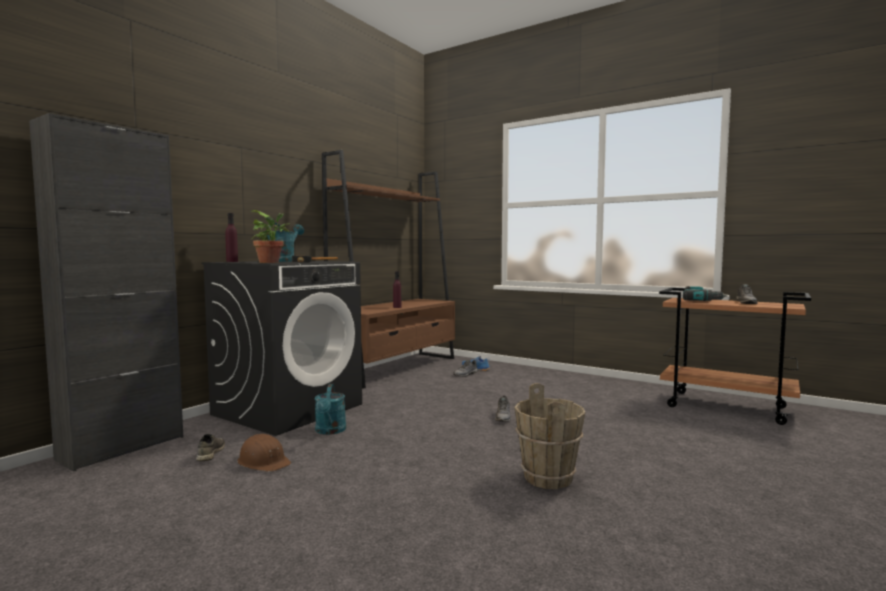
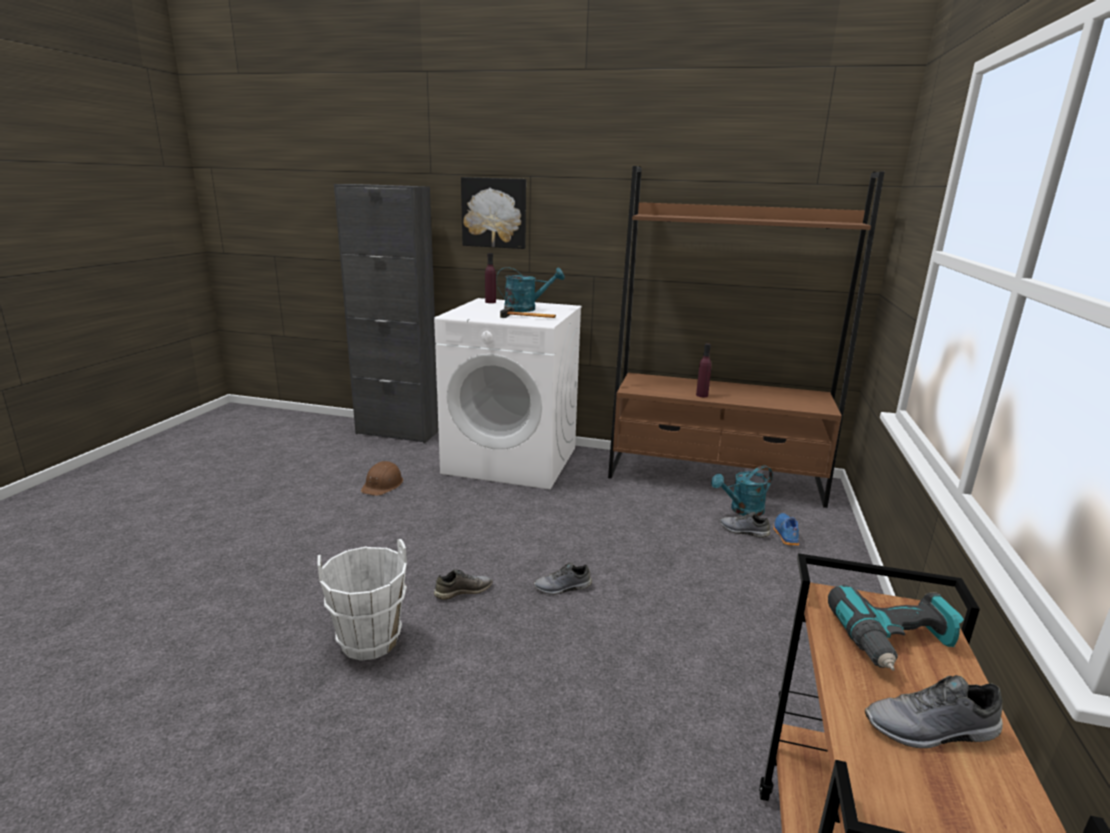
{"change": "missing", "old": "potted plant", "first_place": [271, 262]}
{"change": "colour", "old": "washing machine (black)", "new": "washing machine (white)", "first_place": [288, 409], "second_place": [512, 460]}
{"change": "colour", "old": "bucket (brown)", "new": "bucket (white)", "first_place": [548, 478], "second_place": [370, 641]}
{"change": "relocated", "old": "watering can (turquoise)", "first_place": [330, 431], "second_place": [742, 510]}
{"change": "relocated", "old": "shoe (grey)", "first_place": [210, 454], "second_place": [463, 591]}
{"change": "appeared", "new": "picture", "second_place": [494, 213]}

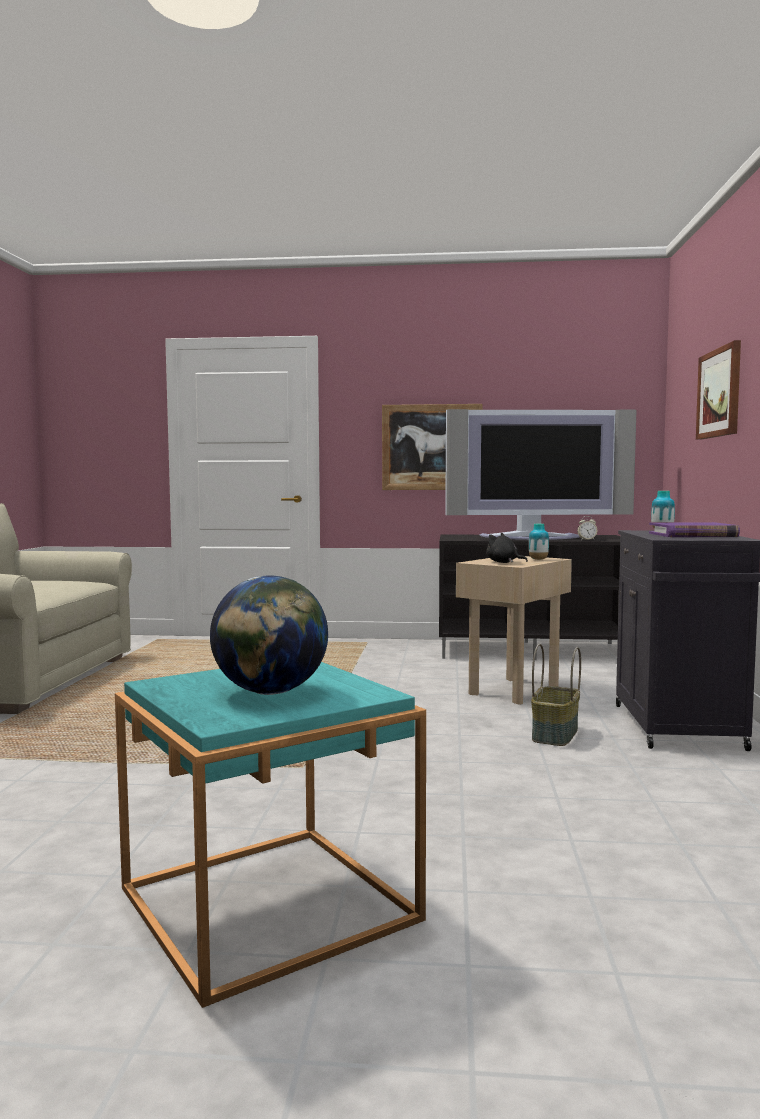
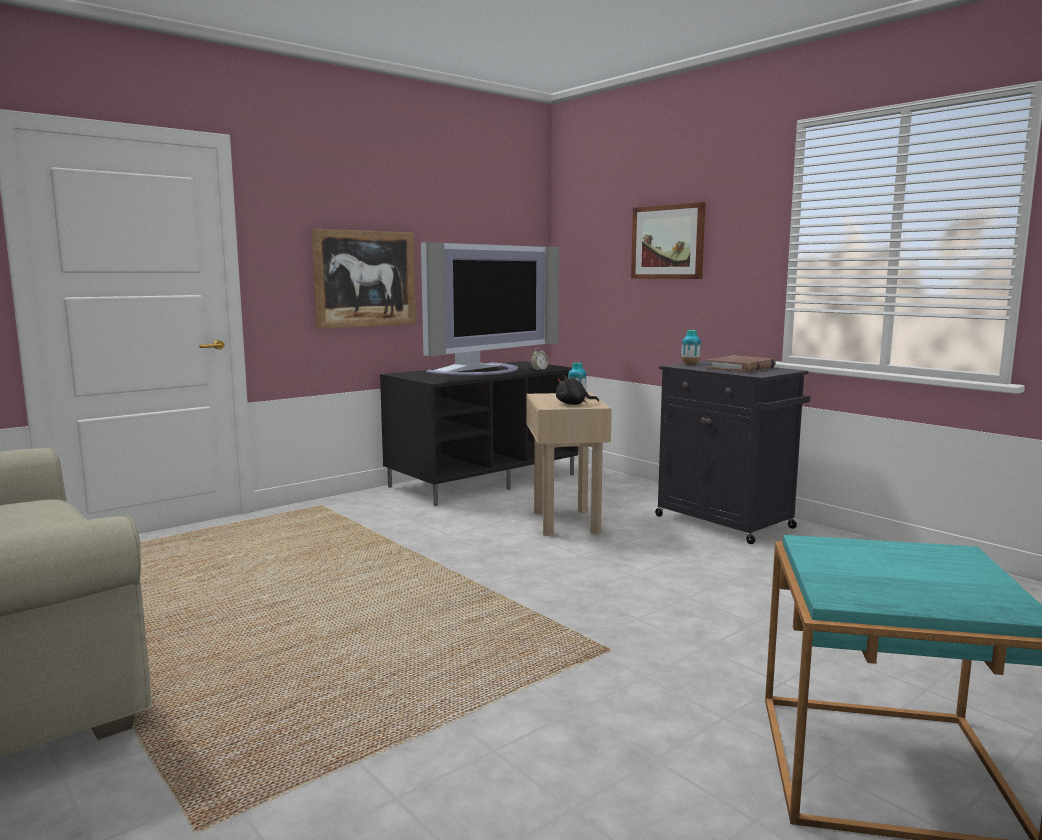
{"change": "colour", "old": "book (purple)", "new": "book (brown)", "first_place": [692, 535], "second_place": [741, 368]}
{"change": "missing", "old": "globe", "first_place": [270, 692]}
{"change": "missing", "old": "basket", "first_place": [556, 735]}

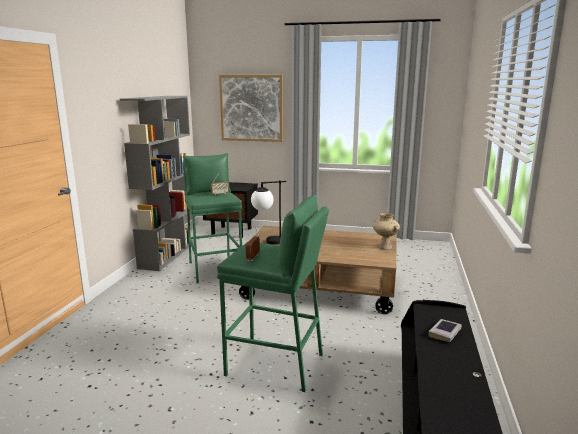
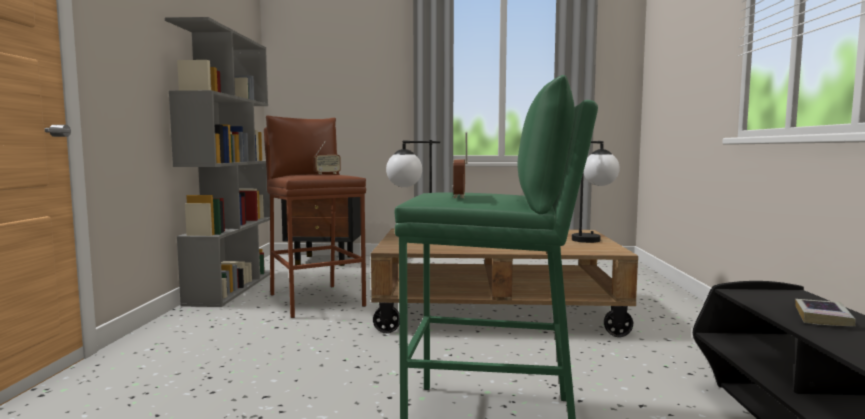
{"change": "missing", "old": "picture", "first_place": [251, 108]}
{"change": "colour", "old": "stool (green)", "new": "stool (brown)", "first_place": [215, 269], "second_place": [315, 300]}
{"change": "exchanged", "old": "vase (beige)", "new": "table lamp", "first_place": [384, 246], "second_place": [593, 239]}

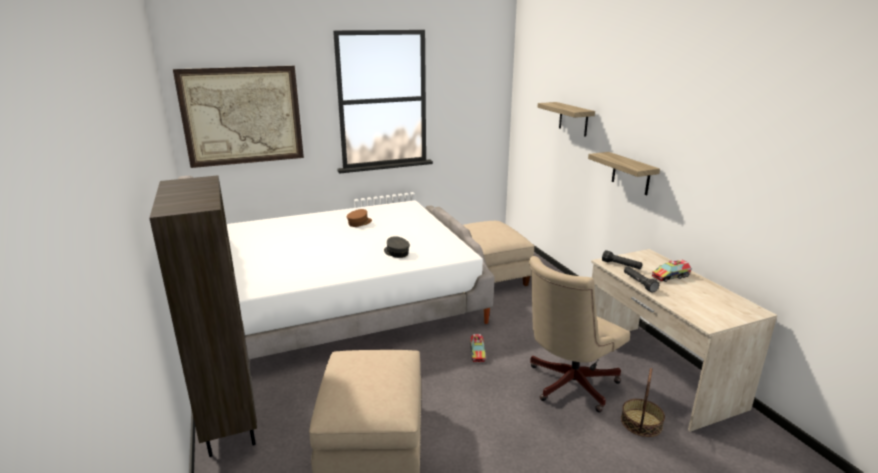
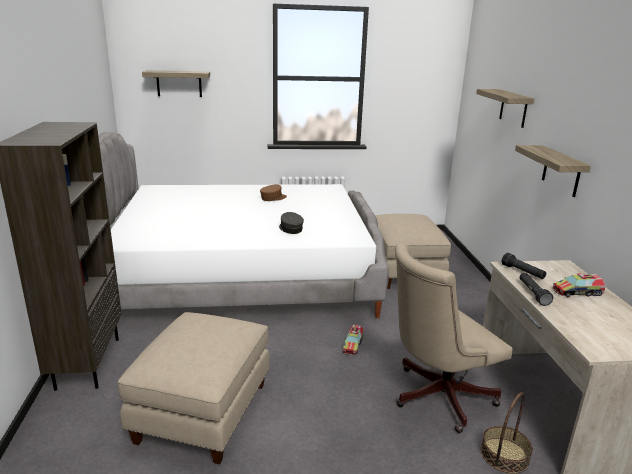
{"change": "exchanged", "old": "picture", "new": "shelf", "first_place": [242, 116], "second_place": [179, 83]}

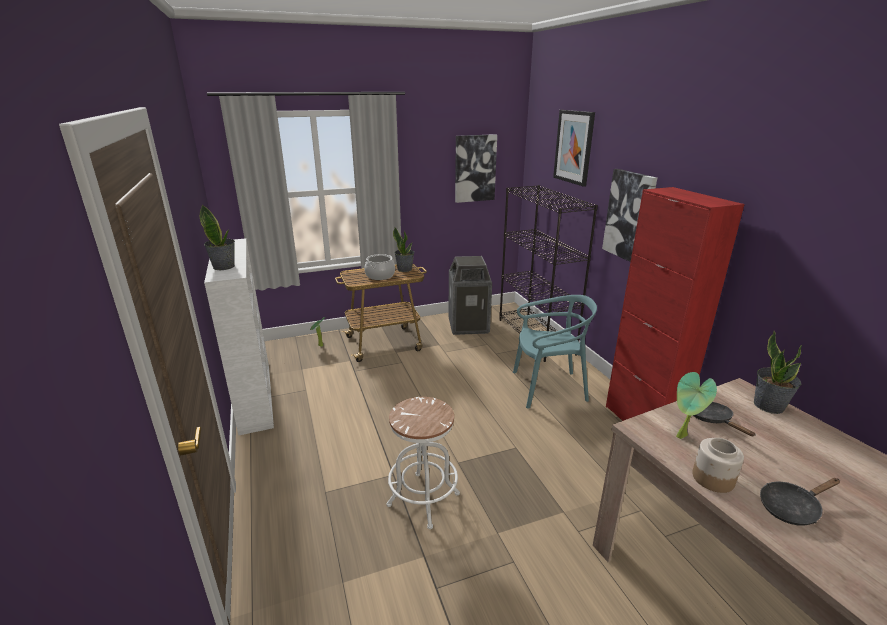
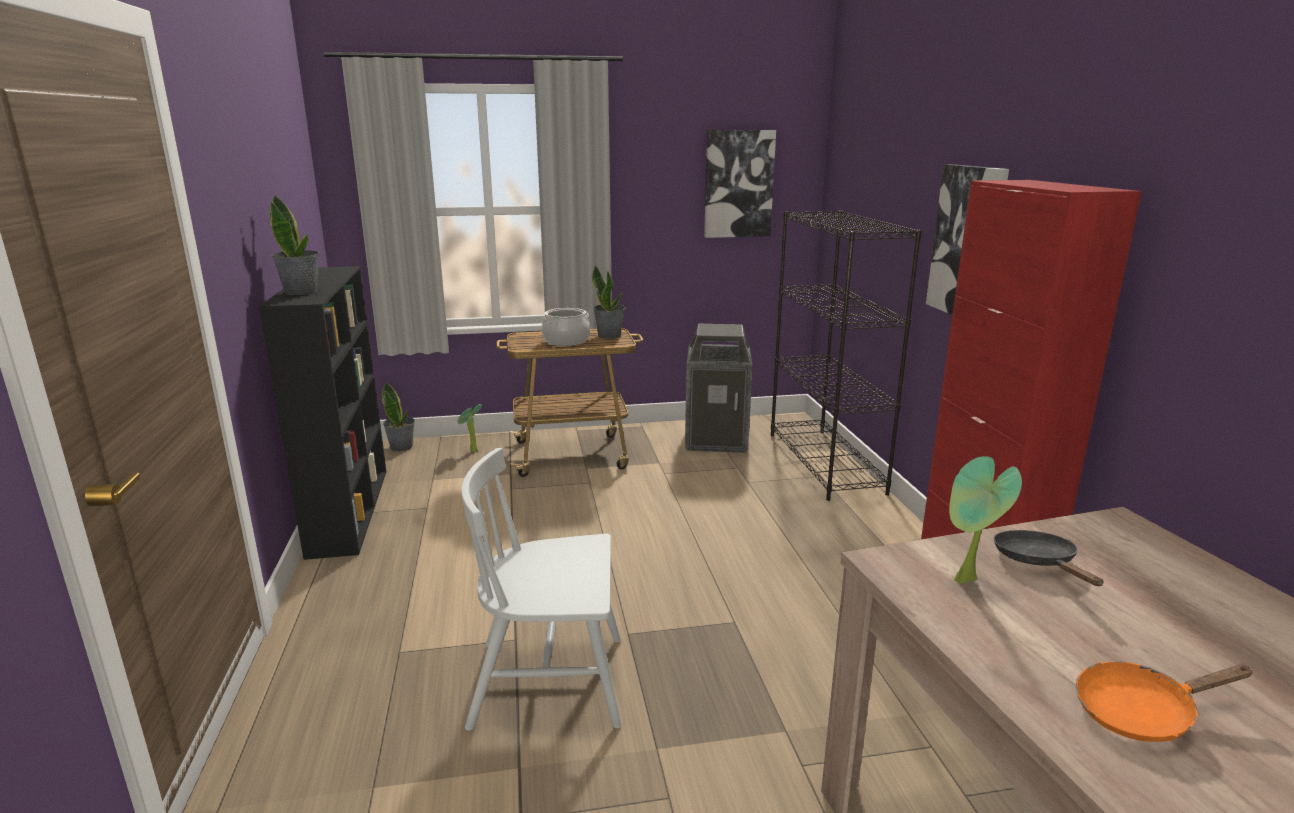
{"change": "missing", "old": "picture", "first_place": [574, 147]}
{"change": "colour", "old": "bookcase (white)", "new": "bookcase (black)", "first_place": [255, 396], "second_place": [349, 509]}
{"change": "missing", "old": "chair (turquoise)", "first_place": [548, 388]}
{"change": "relocated", "old": "potted plant", "first_place": [768, 405], "second_place": [402, 447]}
{"change": "exchanged", "old": "stool (white)", "new": "chair (white)", "first_place": [423, 499], "second_place": [550, 681]}
{"change": "missing", "old": "jar", "first_place": [712, 478]}
{"change": "colour", "old": "frying pan (black)", "new": "frying pan (orange)", "first_place": [792, 507], "second_place": [1141, 712]}

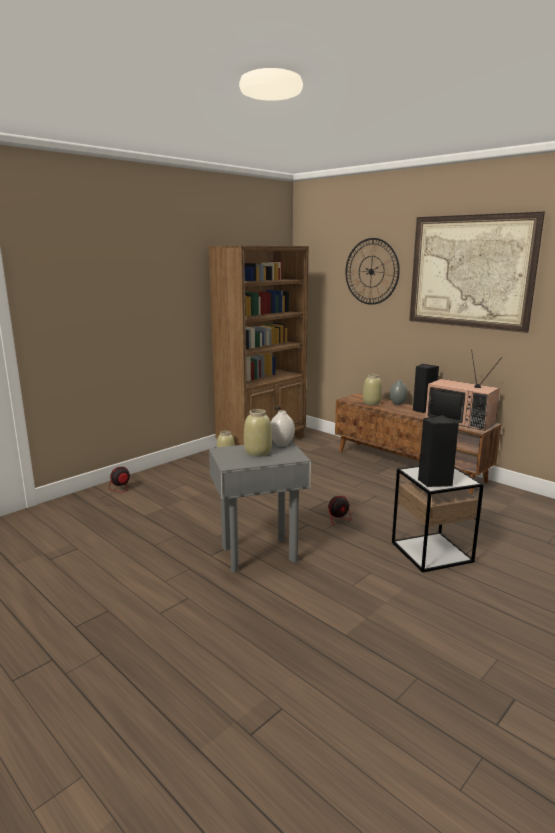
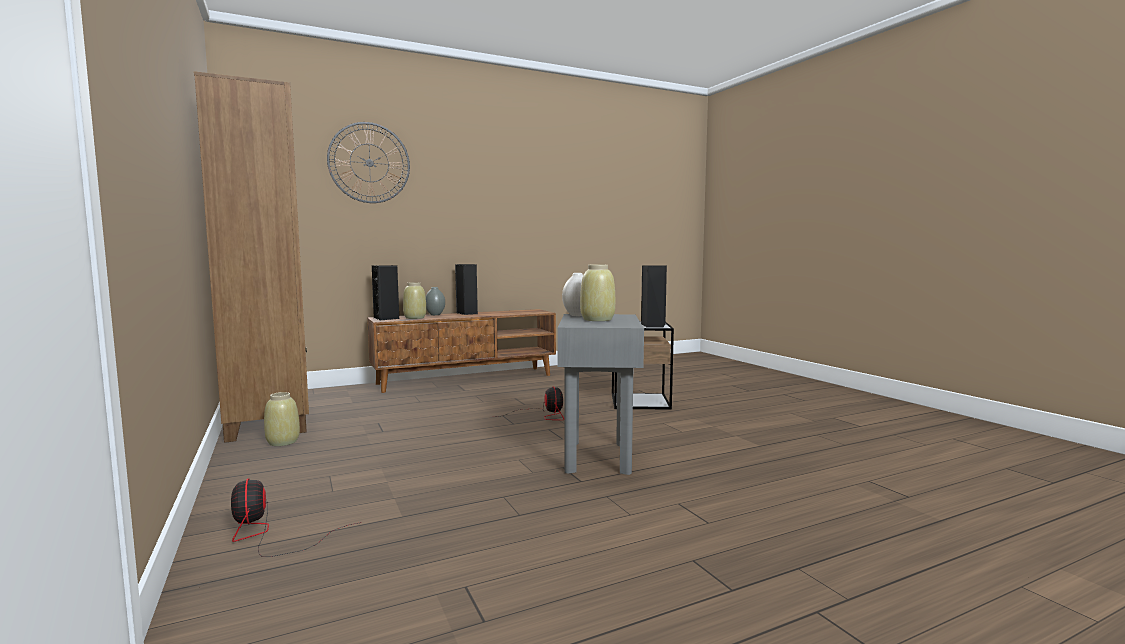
{"change": "missing", "old": "picture", "first_place": [470, 272]}
{"change": "missing", "old": "television", "first_place": [461, 420]}
{"change": "appeared", "new": "speaker (black)", "second_place": [386, 318]}

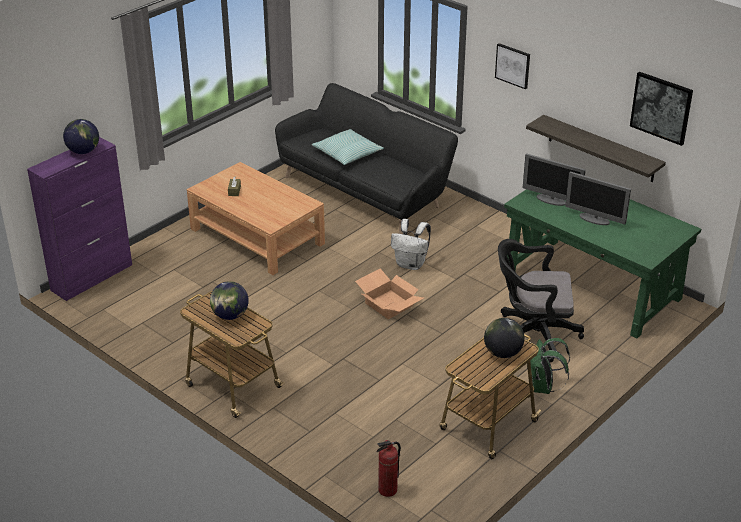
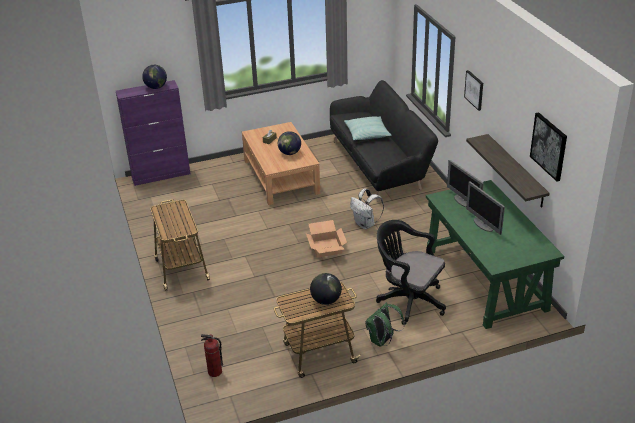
{"change": "relocated", "old": "globe", "first_place": [230, 315], "second_place": [290, 153]}

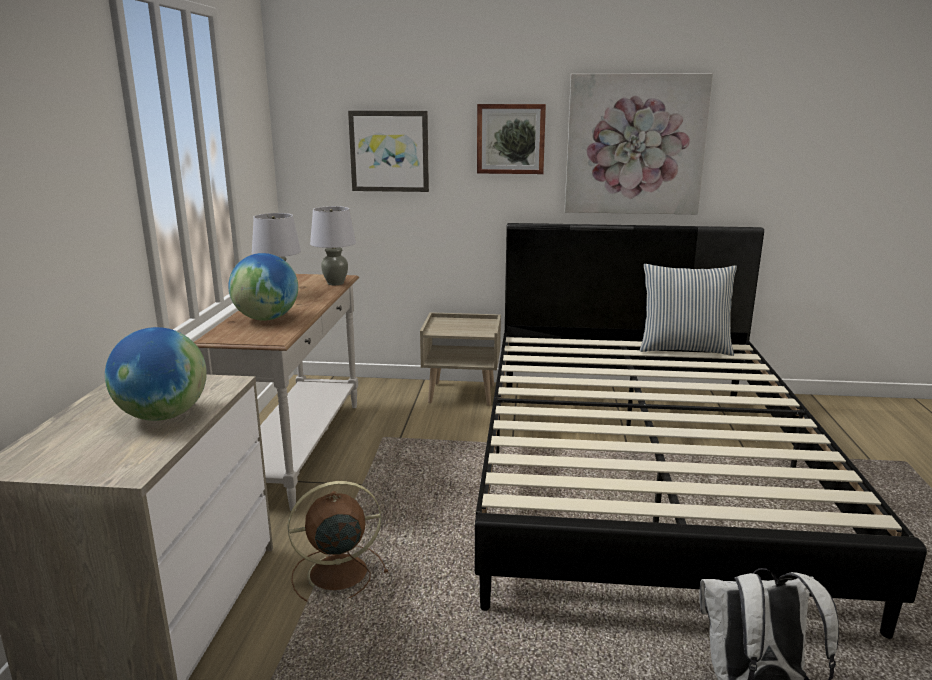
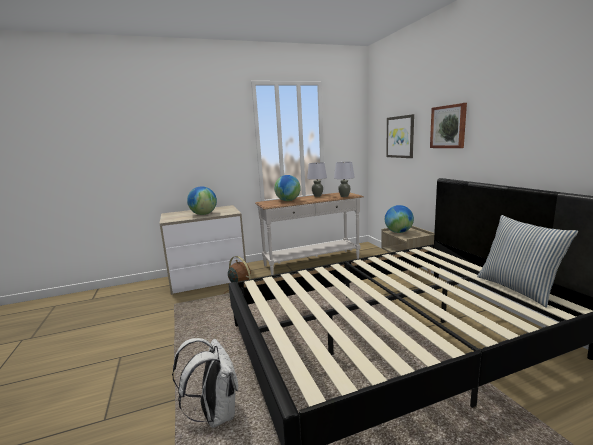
{"change": "missing", "old": "picture", "first_place": [635, 145]}
{"change": "appeared", "new": "globe", "second_place": [398, 232]}

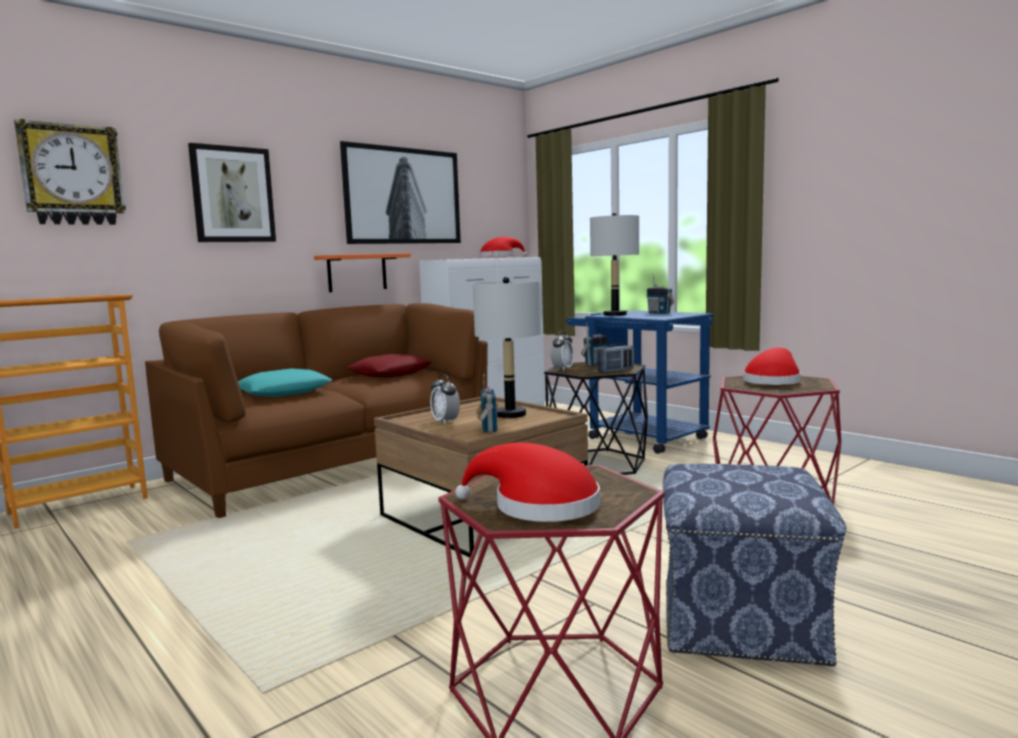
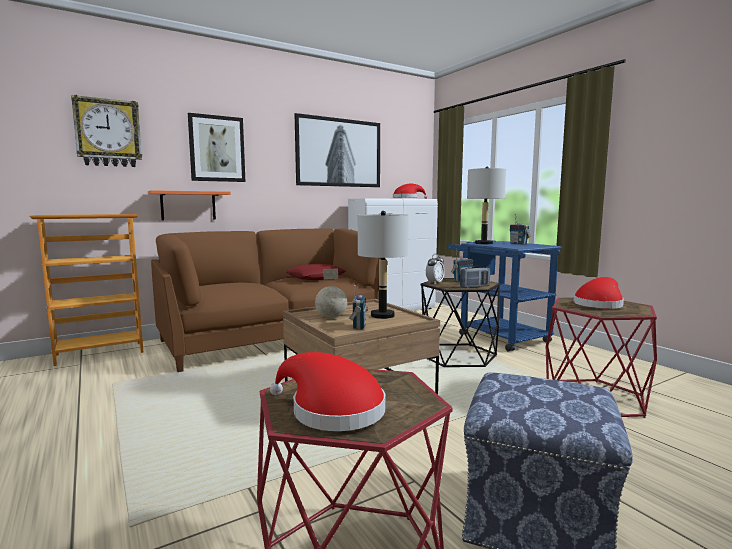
{"change": "relocated", "old": "shelf (orange)", "first_place": [357, 272], "second_place": [188, 205]}
{"change": "missing", "old": "pillow (turquoise)", "first_place": [284, 391]}
{"change": "exchanged", "old": "alarm clock", "new": "globe", "first_place": [445, 422], "second_place": [331, 318]}

